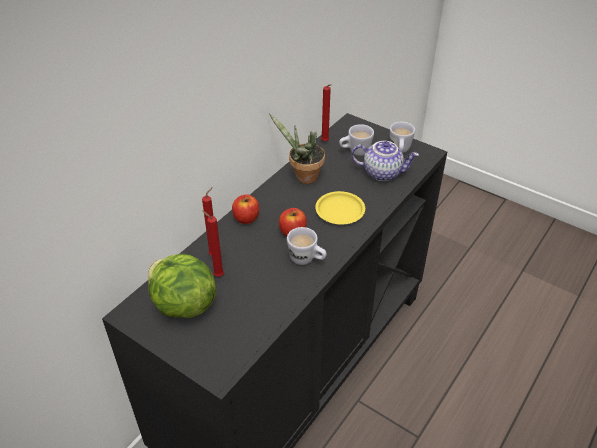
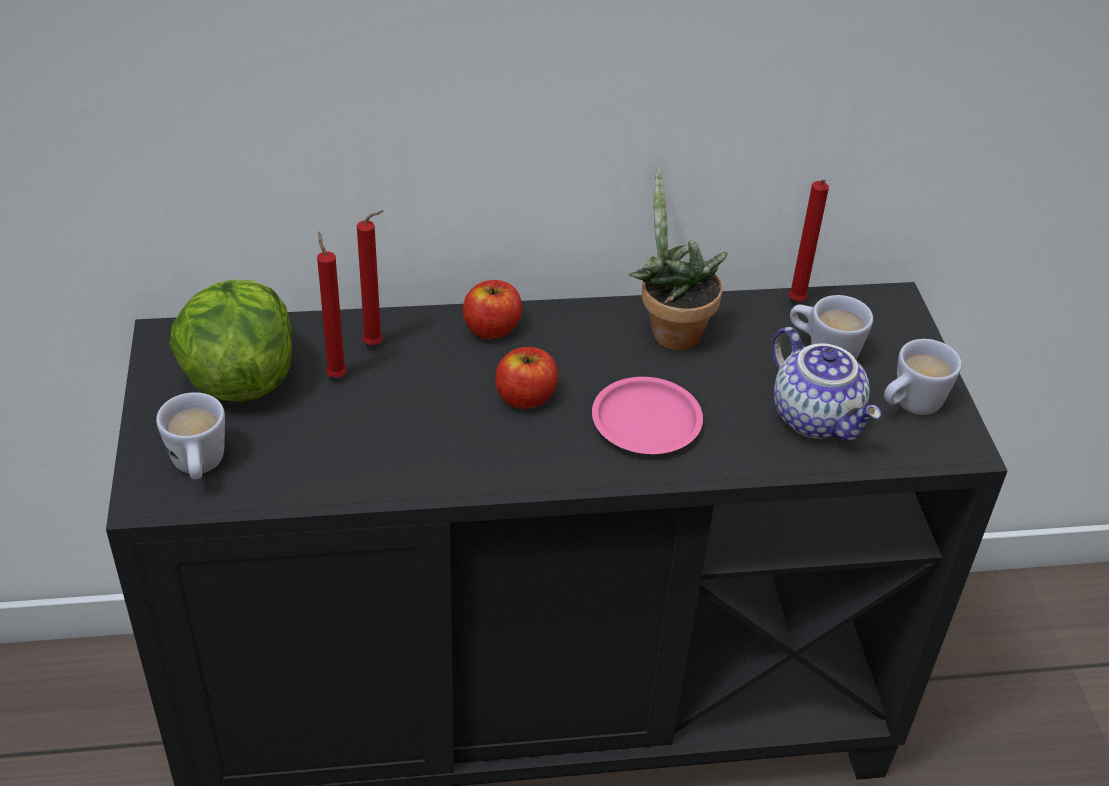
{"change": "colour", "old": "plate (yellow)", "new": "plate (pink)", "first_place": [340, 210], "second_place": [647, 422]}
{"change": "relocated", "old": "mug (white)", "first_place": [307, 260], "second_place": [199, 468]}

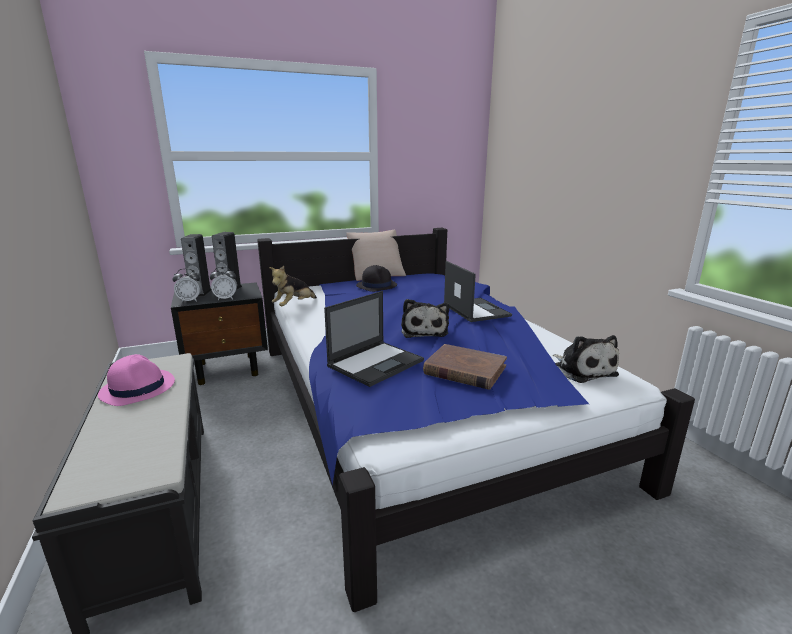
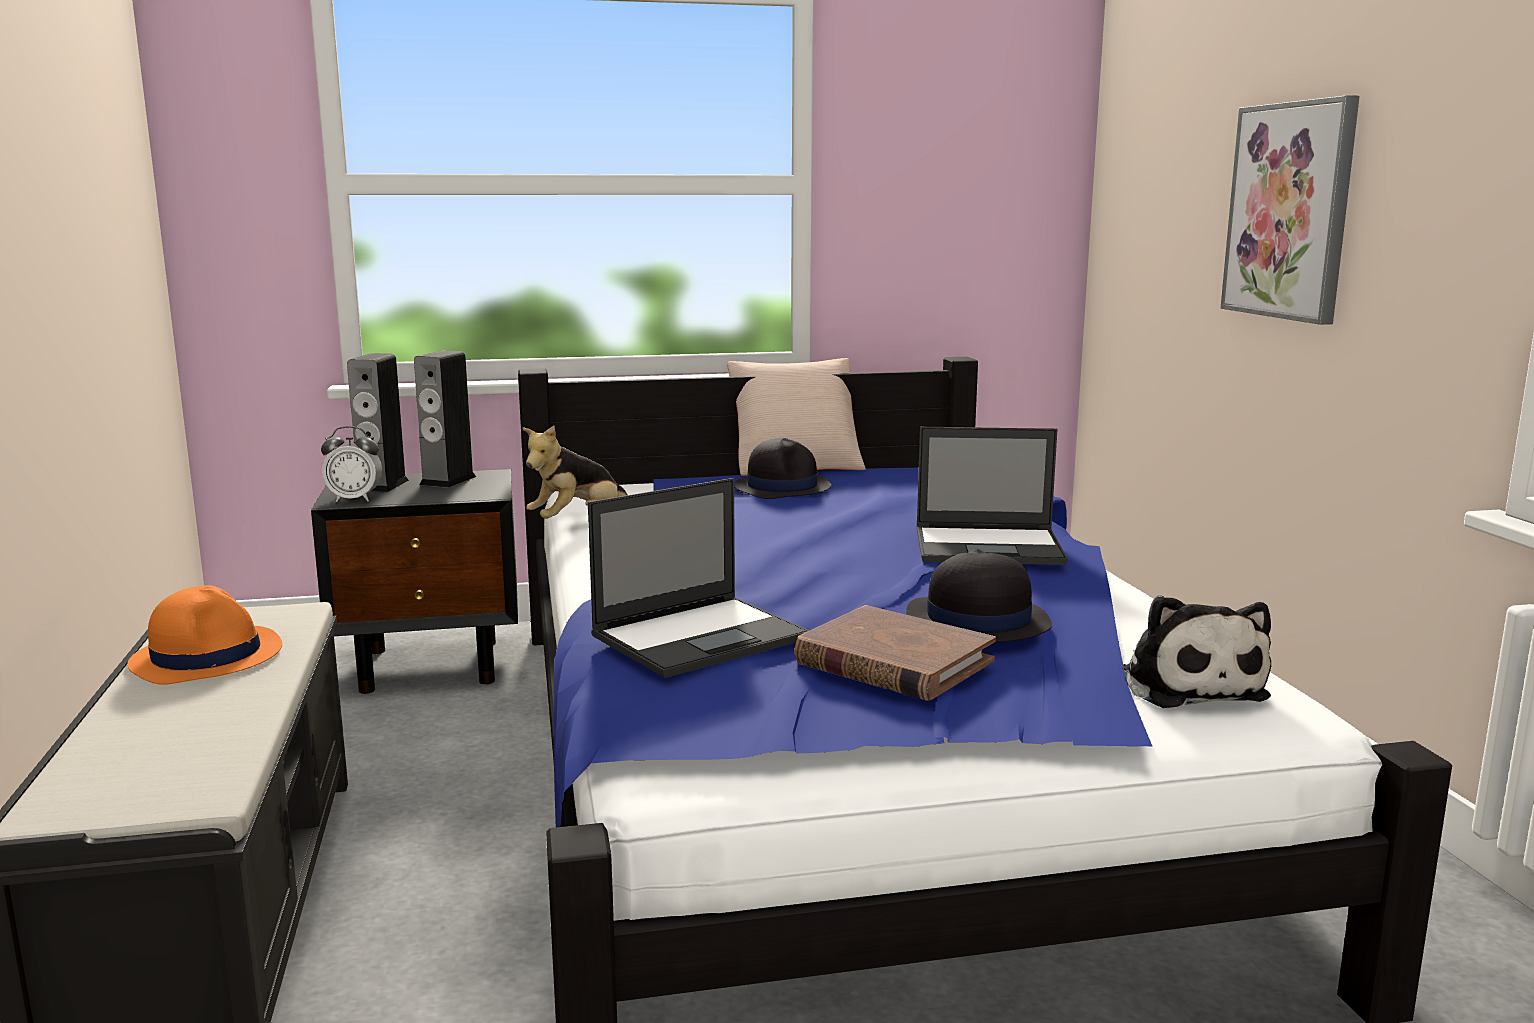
{"change": "spun", "old": "laptop", "first_place": [475, 310], "second_place": [990, 547], "degrees": 105}
{"change": "missing", "old": "alarm clock", "first_place": [226, 298]}
{"change": "missing", "old": "plush toy", "first_place": [424, 331]}
{"change": "colour", "old": "hat (pink)", "new": "hat (orange)", "first_place": [138, 388], "second_place": [207, 656]}
{"change": "appeared", "new": "picture", "second_place": [1290, 211]}
{"change": "appeared", "new": "hat (black)", "second_place": [977, 621]}

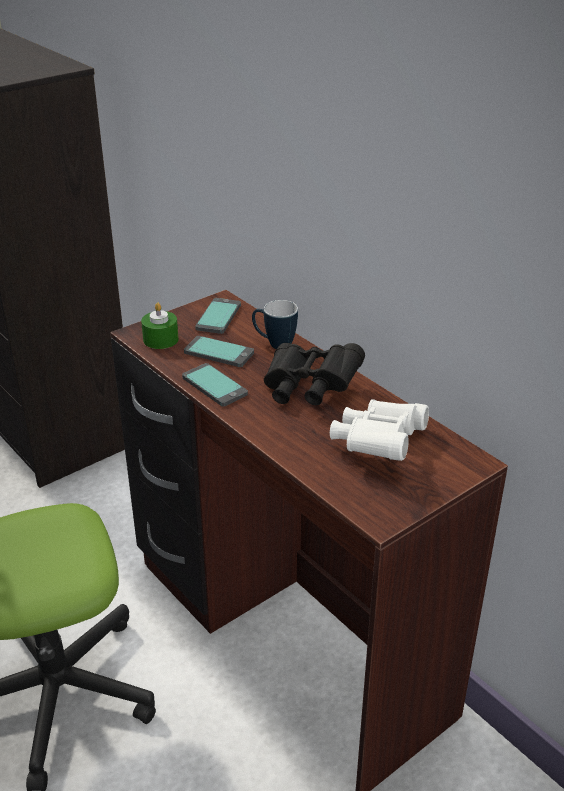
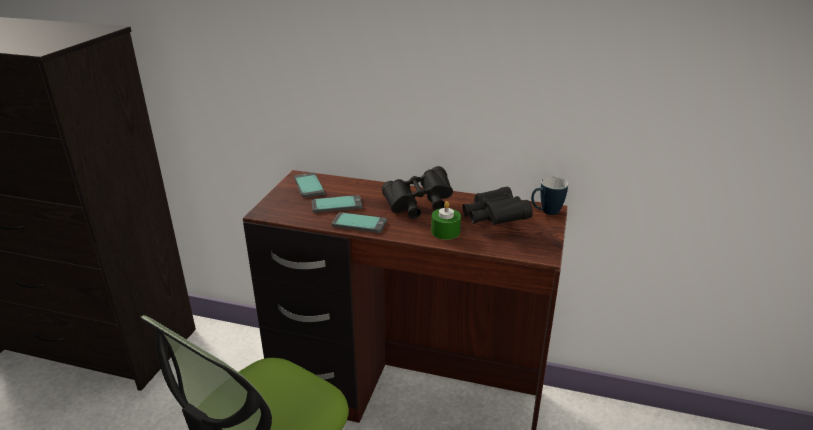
{"change": "relocated", "old": "mug", "first_place": [274, 344], "second_place": [546, 212]}
{"change": "relocated", "old": "candle (green)", "first_place": [161, 339], "second_place": [445, 232]}
{"change": "colour", "old": "binoculars (white)", "new": "binoculars (black)", "first_place": [378, 444], "second_place": [494, 219]}

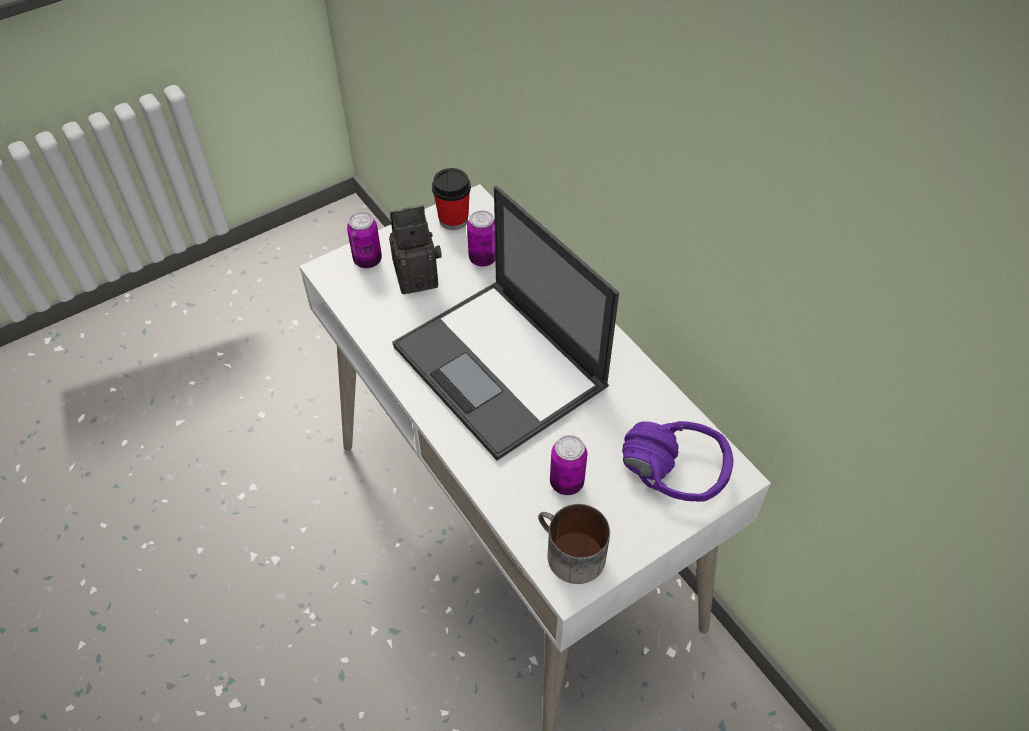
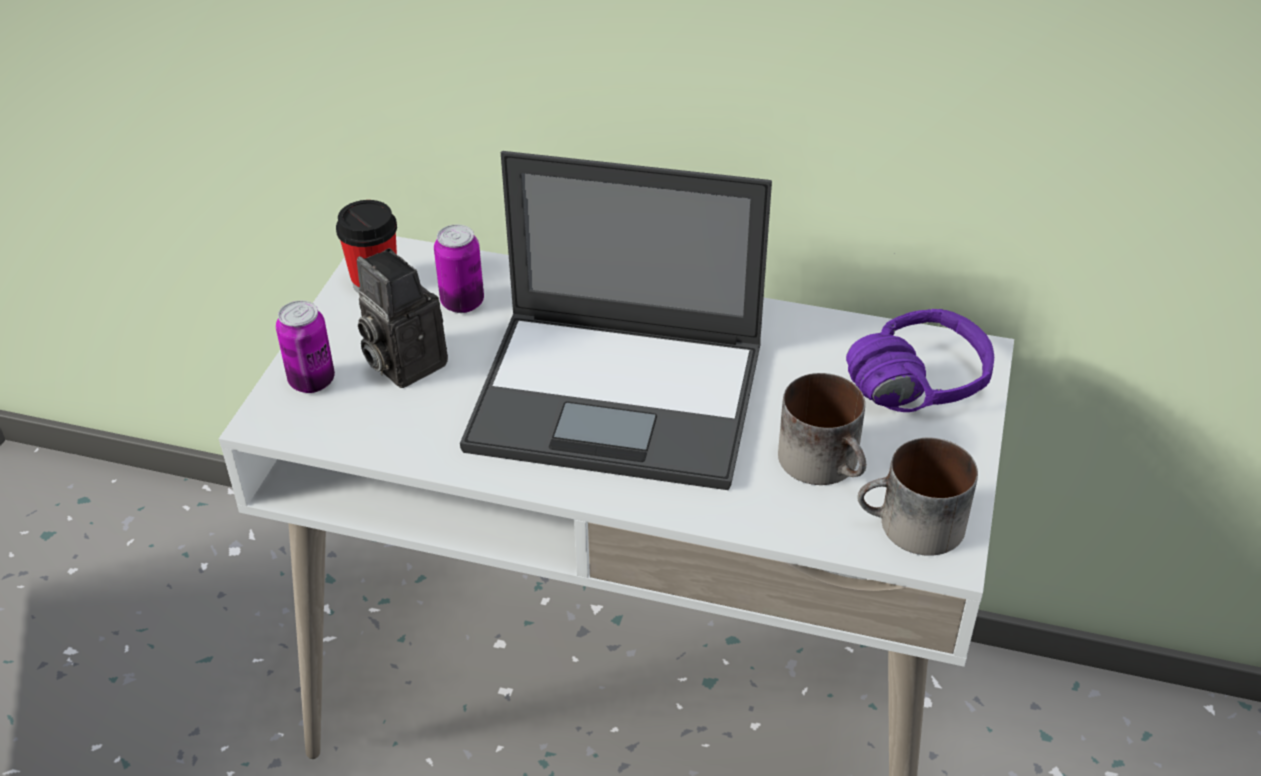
{"change": "spun", "old": "photo camera", "first_place": [418, 276], "second_place": [401, 362], "degrees": -75}
{"change": "exchanged", "old": "can", "new": "mug", "first_place": [566, 482], "second_place": [827, 463]}

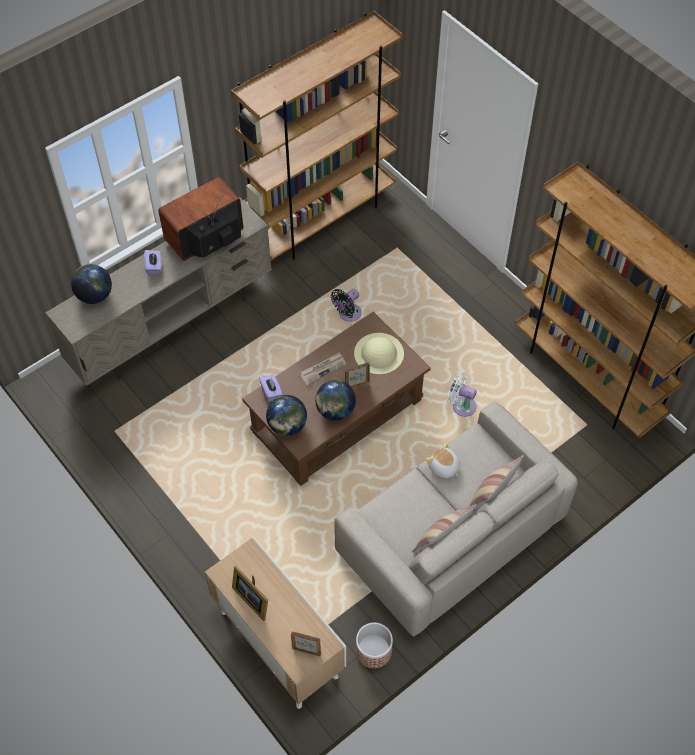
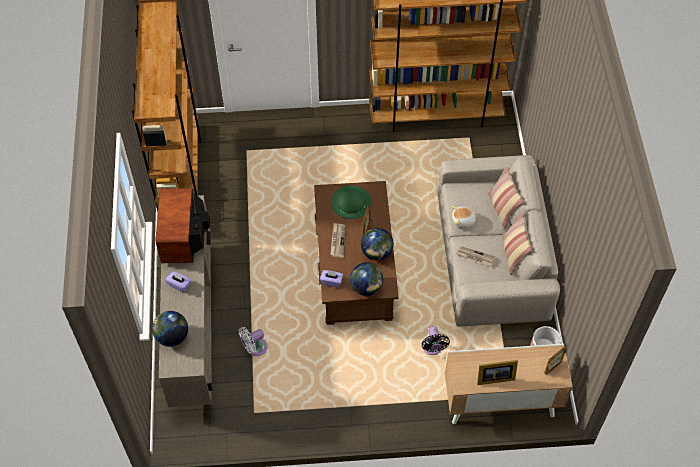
{"change": "relocated", "old": "fan (black)", "first_place": [348, 314], "second_place": [432, 348]}
{"change": "colour", "old": "hat (beige)", "new": "hat (green)", "first_place": [378, 353], "second_place": [351, 202]}
{"change": "relocated", "old": "fan (white)", "first_place": [461, 405], "second_place": [254, 348]}
{"change": "appeared", "new": "newspaper", "second_place": [475, 257]}

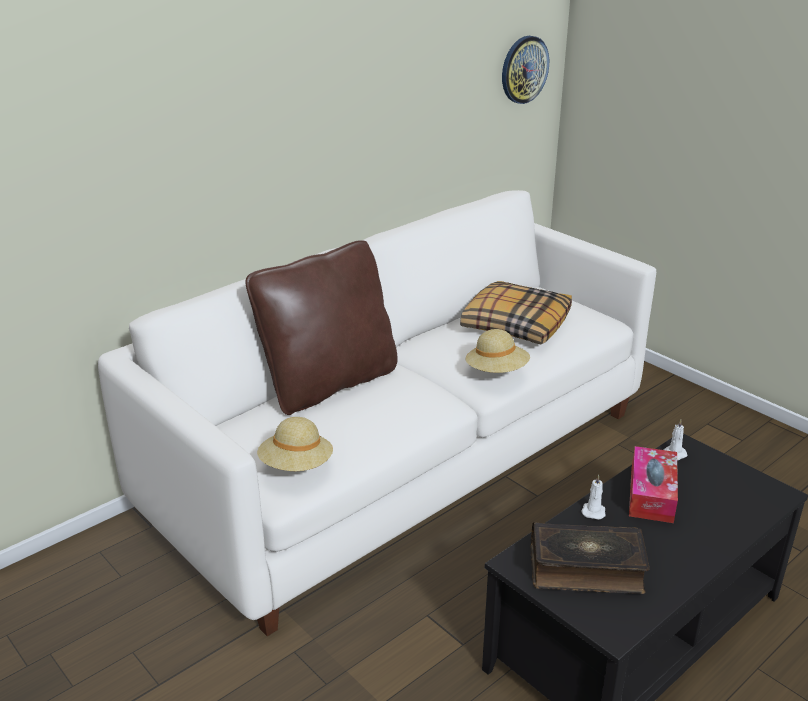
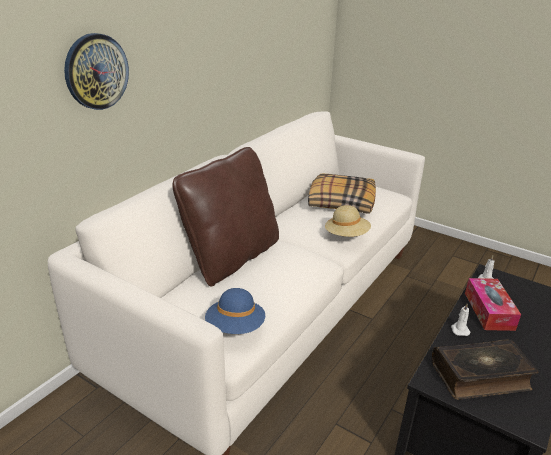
{"change": "relocated", "old": "wall clock", "first_place": [524, 69], "second_place": [96, 71]}
{"change": "colour", "old": "hat (beige)", "new": "hat (blue)", "first_place": [296, 466], "second_place": [235, 327]}

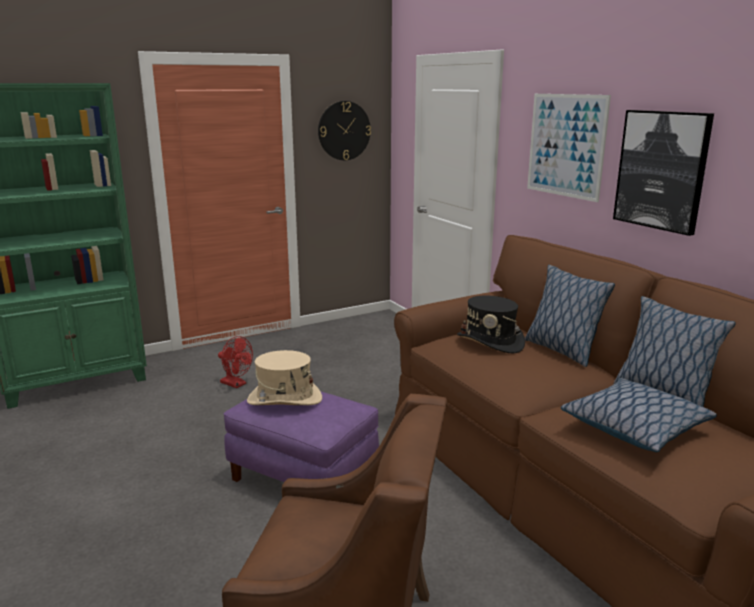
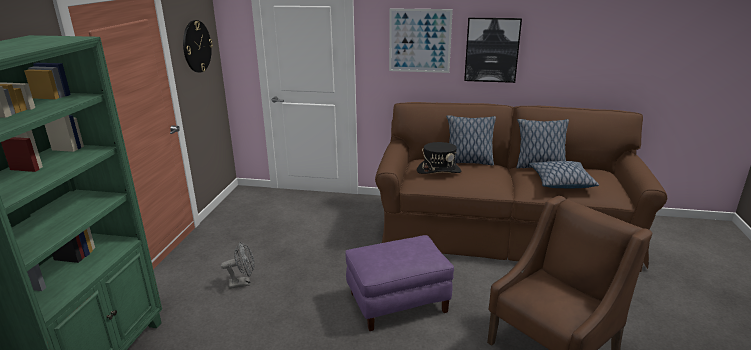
{"change": "colour", "old": "fan (red)", "new": "fan (grey)", "first_place": [236, 384], "second_place": [243, 283]}
{"change": "missing", "old": "hat (beige)", "first_place": [284, 399]}

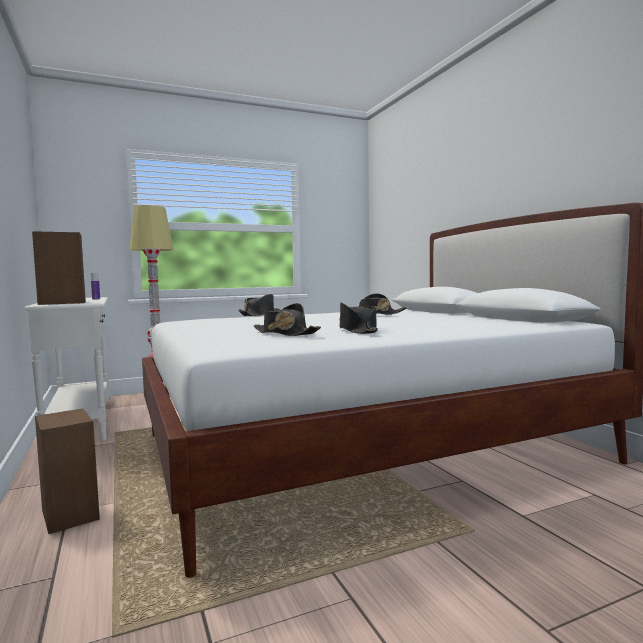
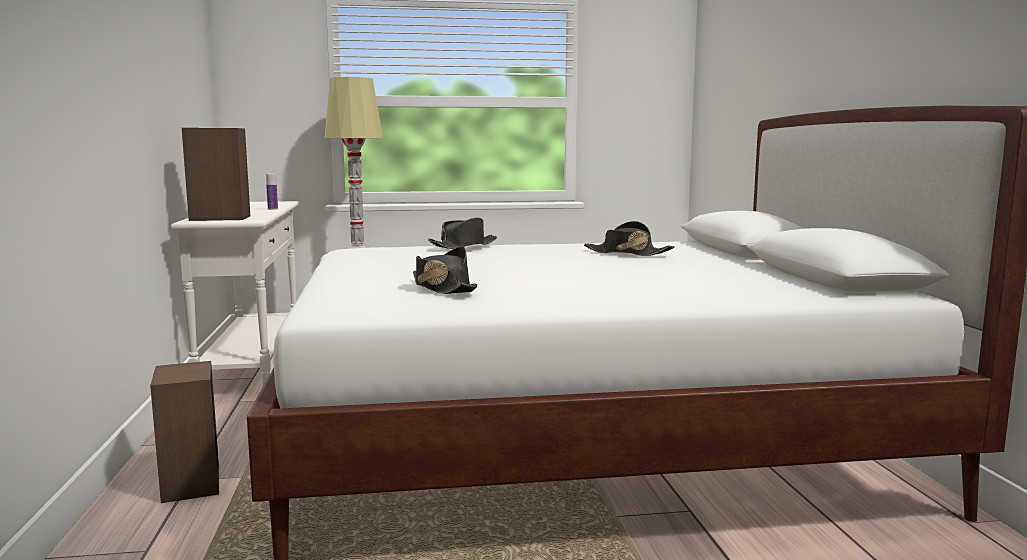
{"change": "missing", "old": "hat (black)", "first_place": [357, 330]}

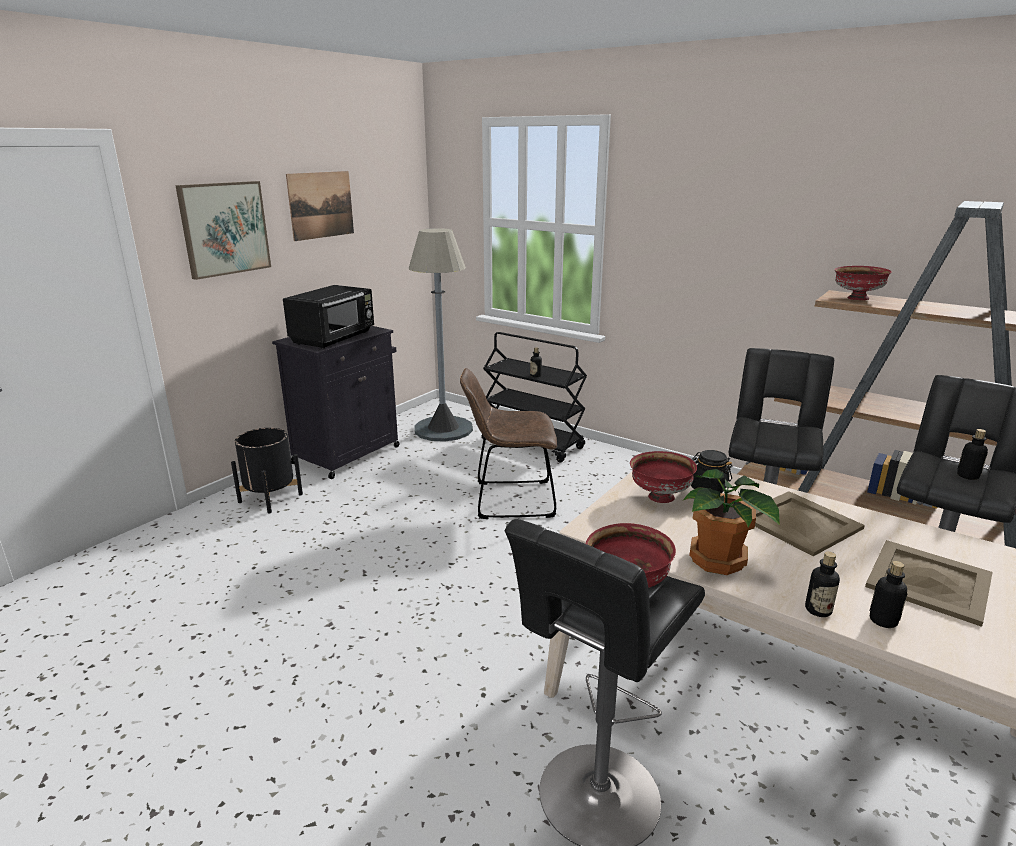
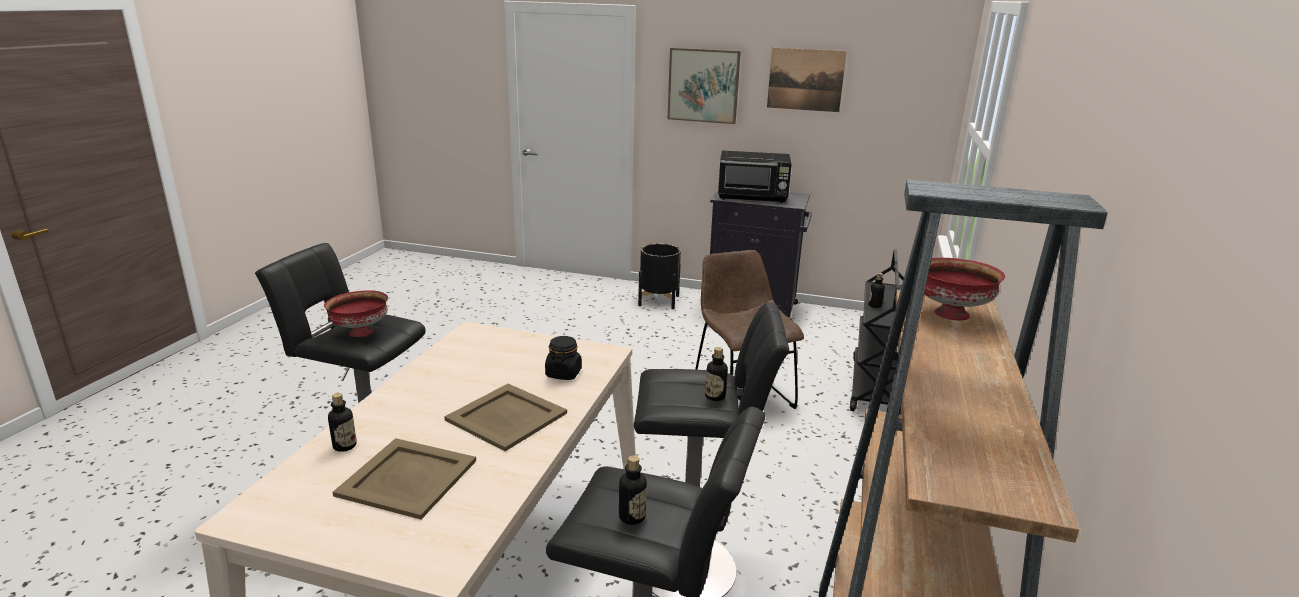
{"change": "missing", "old": "floor lamp (grey)", "first_place": [443, 429]}
{"change": "missing", "old": "bowl (red)", "first_place": [659, 497]}
{"change": "missing", "old": "potted plant", "first_place": [718, 561]}
{"change": "relocated", "old": "bottle", "first_place": [818, 610], "second_place": [715, 396]}

